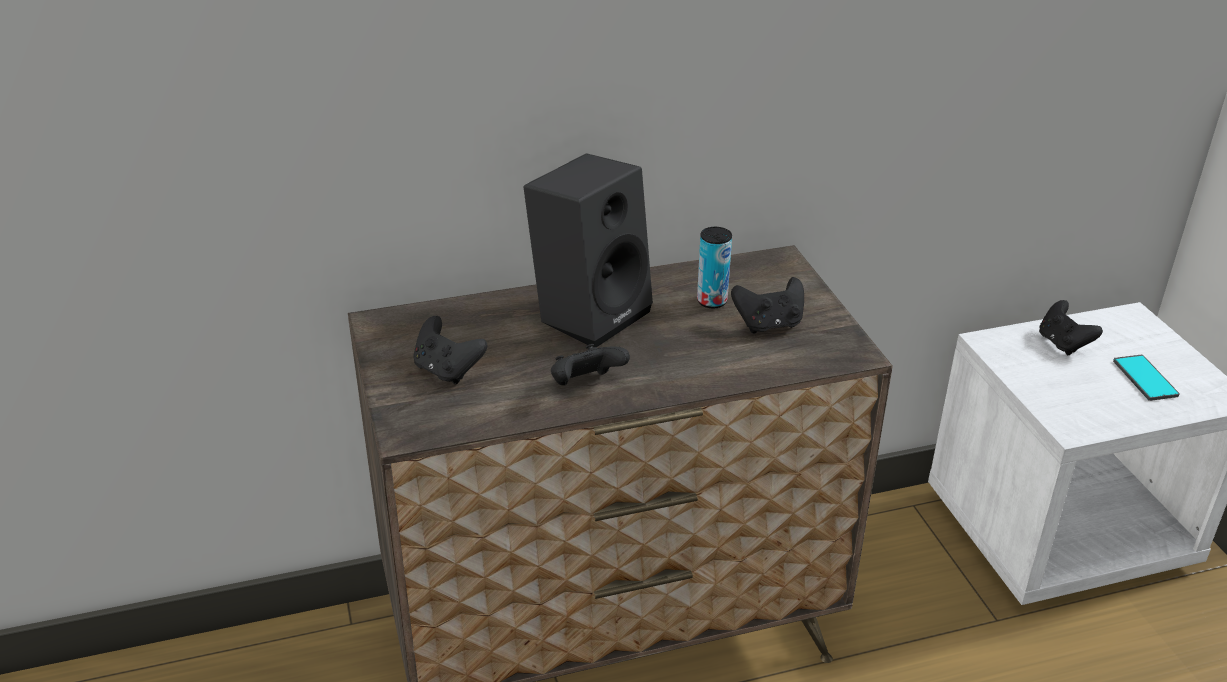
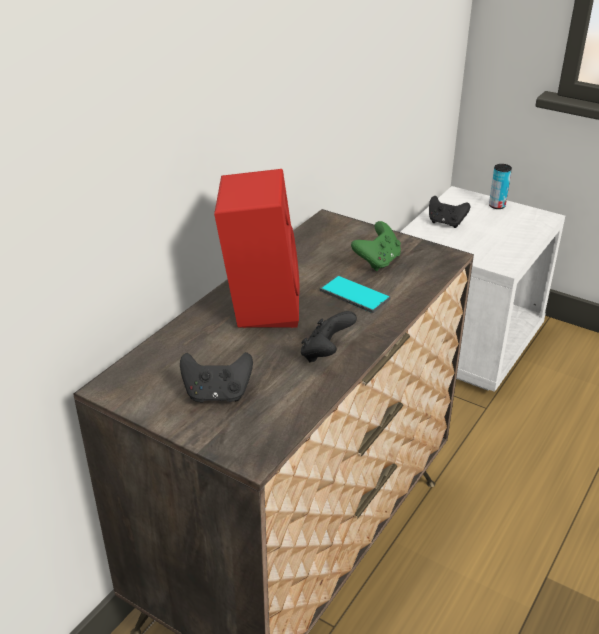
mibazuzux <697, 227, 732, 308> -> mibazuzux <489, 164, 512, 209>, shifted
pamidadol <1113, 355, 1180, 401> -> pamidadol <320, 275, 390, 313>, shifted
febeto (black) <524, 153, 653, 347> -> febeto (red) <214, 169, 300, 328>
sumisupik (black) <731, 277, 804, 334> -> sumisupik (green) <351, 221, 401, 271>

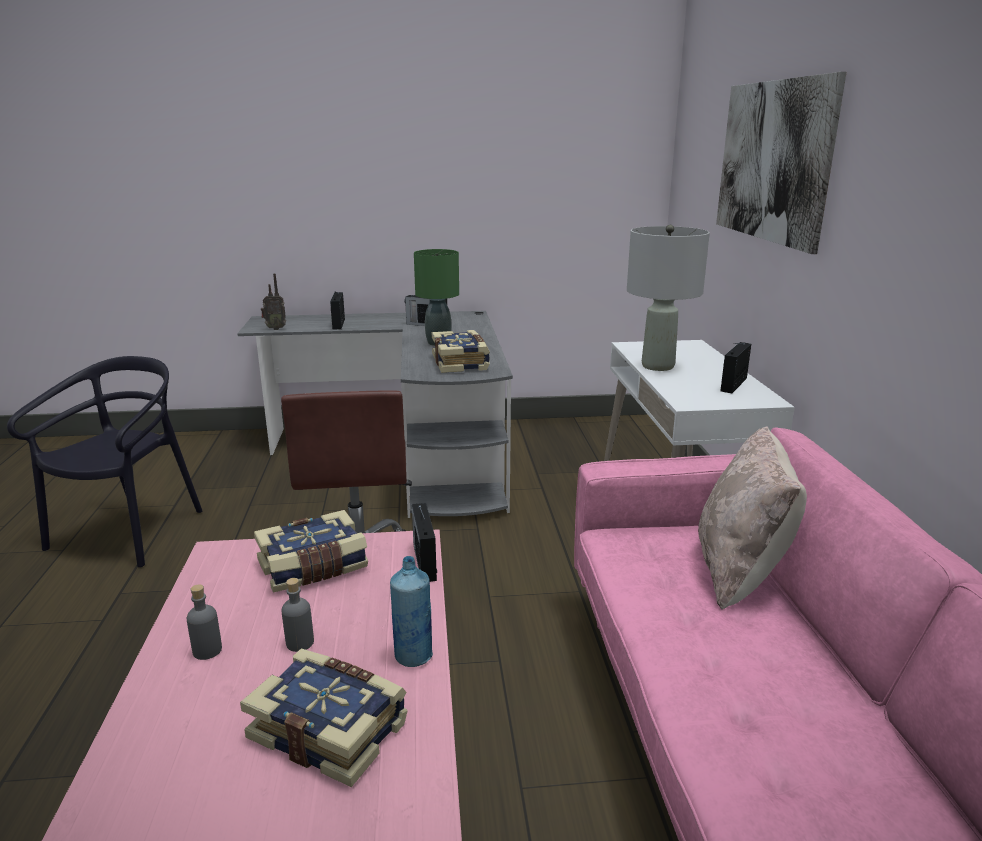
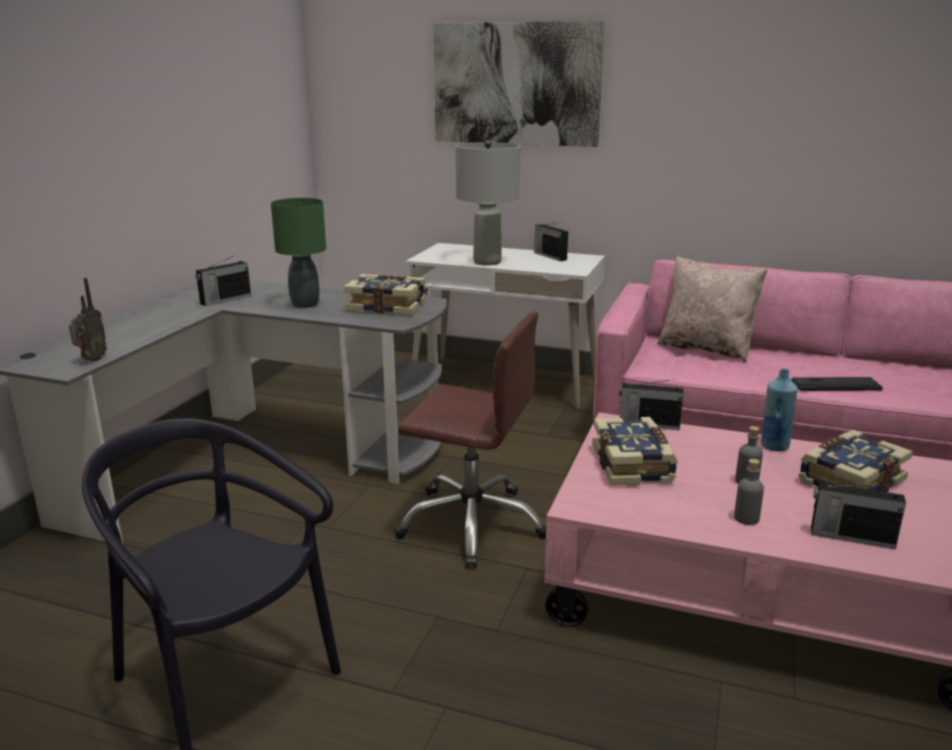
none -> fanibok <791, 377, 883, 391>
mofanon <330, 292, 345, 330> -> mofanon <811, 482, 906, 549>, shifted

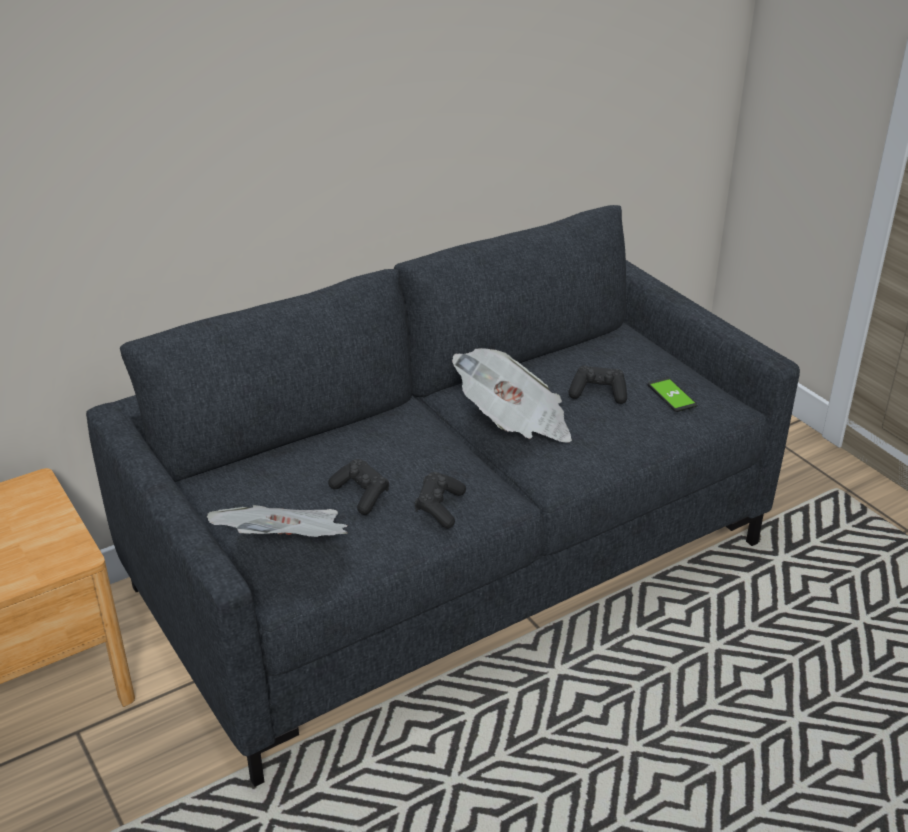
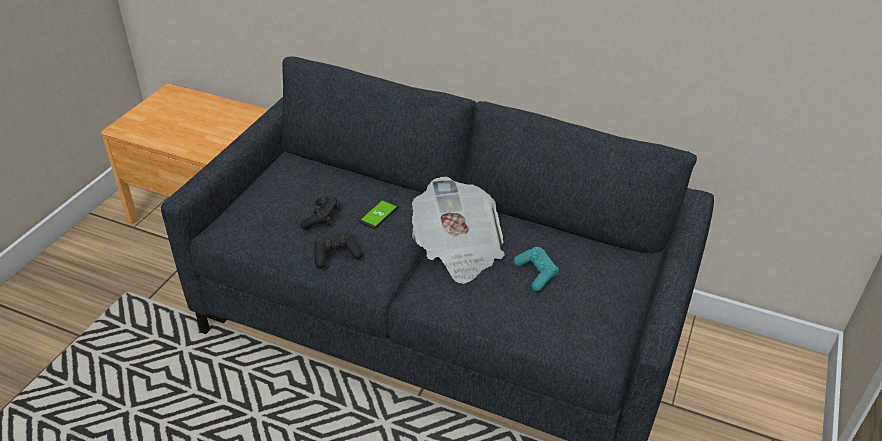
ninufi <207, 505, 347, 537> -> none
pamidadol <647, 377, 697, 412> -> pamidadol <359, 199, 399, 229>, shifted
sumisupik (black) <568, 366, 627, 404> -> sumisupik (turquoise) <513, 247, 559, 291>

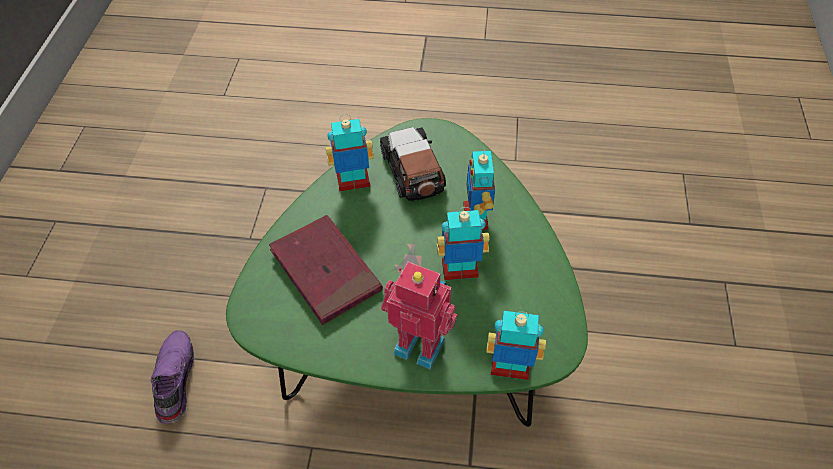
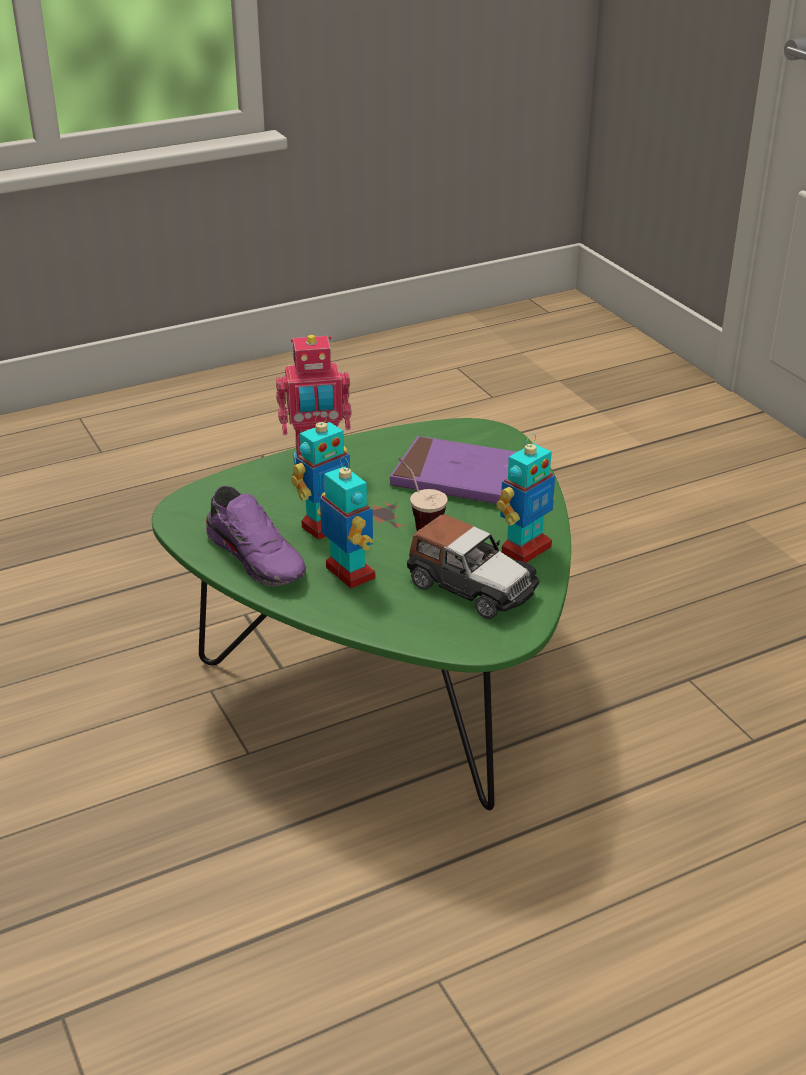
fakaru <486, 311, 546, 380> -> none
none -> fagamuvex <398, 457, 448, 531>
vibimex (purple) <151, 330, 194, 424> -> vibimex (purple) <206, 486, 306, 586>, shifted
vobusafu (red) <269, 215, 383, 325> -> vobusafu (purple) <390, 436, 516, 504>

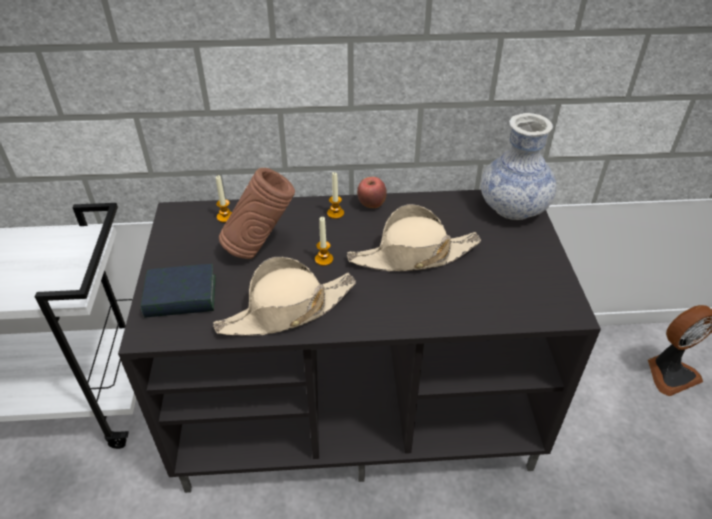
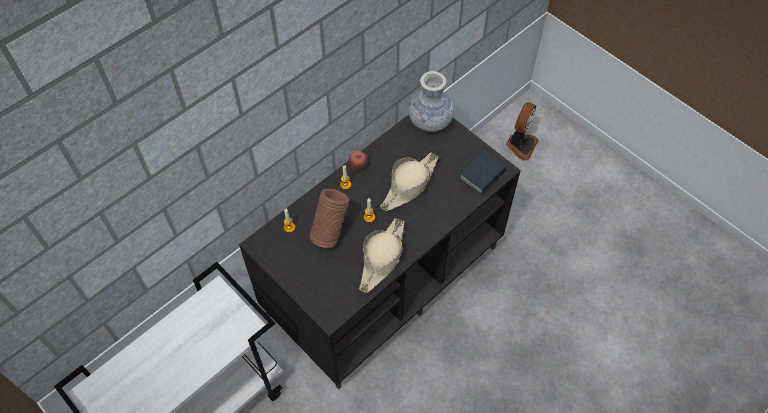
vobusafu <141, 264, 216, 318> -> vobusafu <459, 151, 506, 195>, shifted

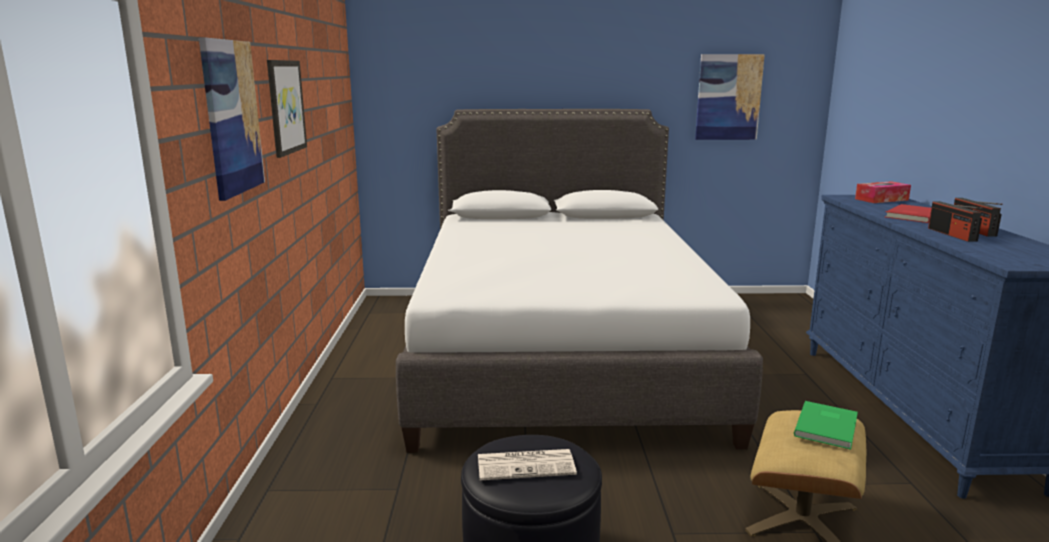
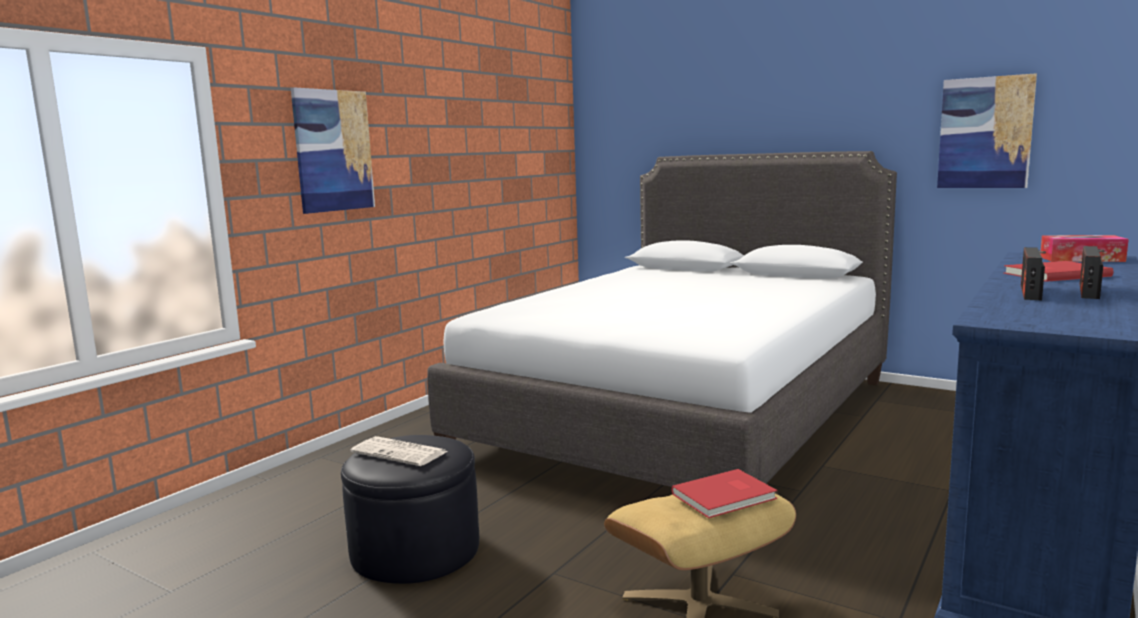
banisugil <267, 60, 307, 158> -> none
vobusafu (green) <794, 401, 858, 450> -> vobusafu (red) <671, 469, 777, 518>

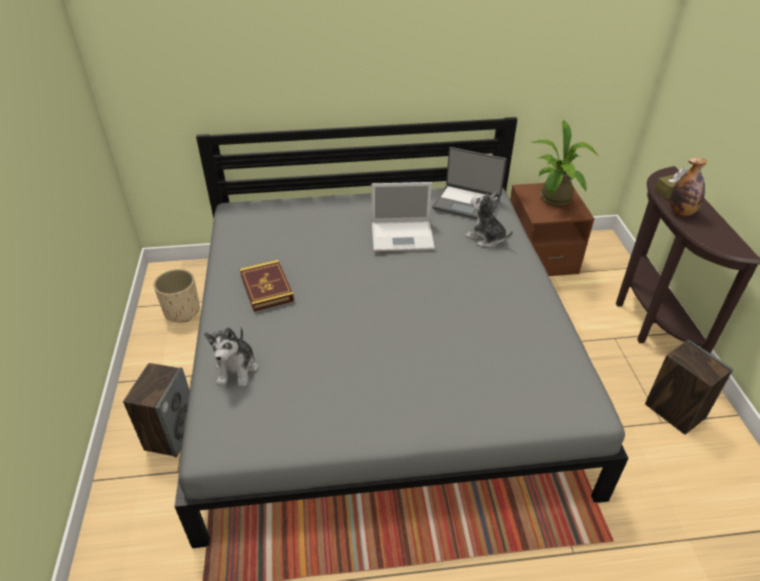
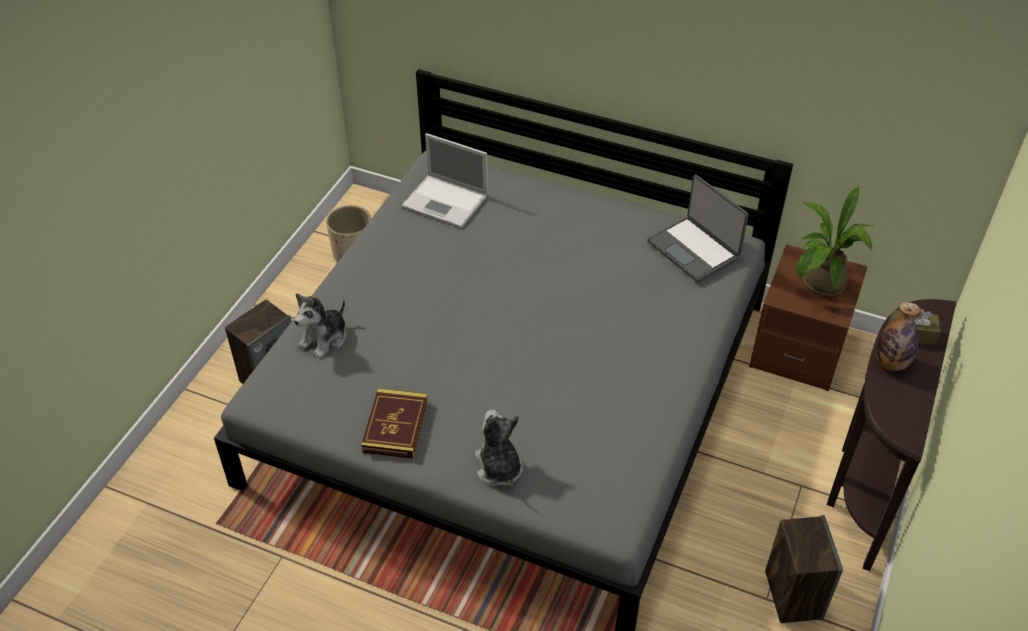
vobusafu <240, 260, 294, 312> -> vobusafu <361, 388, 428, 459>, shifted
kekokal <371, 182, 435, 252> -> kekokal <401, 133, 488, 228>, shifted
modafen <465, 191, 513, 247> -> modafen <475, 409, 523, 486>, shifted

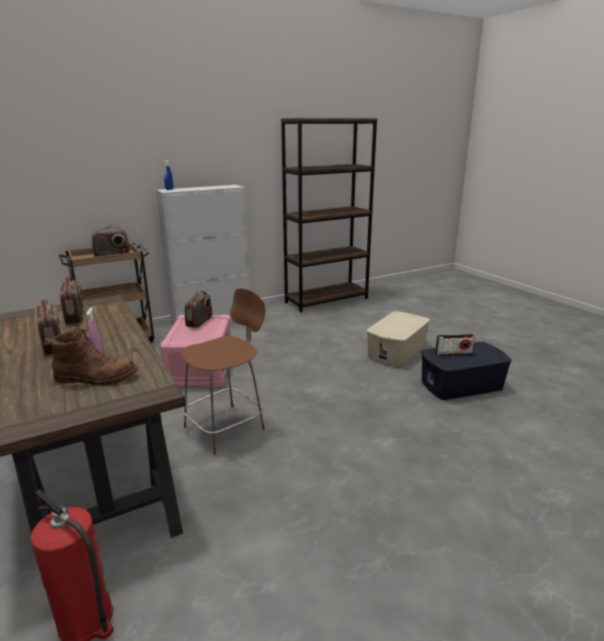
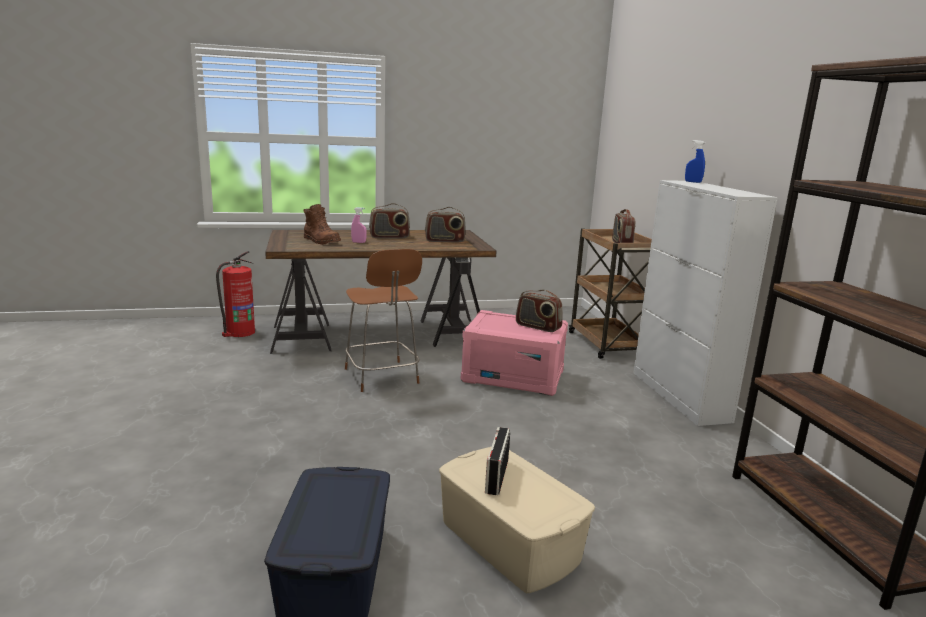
mofanon <435, 334, 475, 356> -> mofanon <485, 427, 510, 495>, shifted
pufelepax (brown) <43, 326, 138, 386> -> pufelepax (brown) <303, 204, 341, 245>, 60 degrees counterclockwise

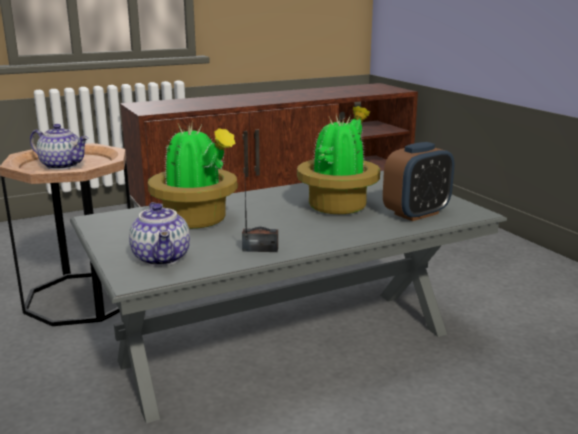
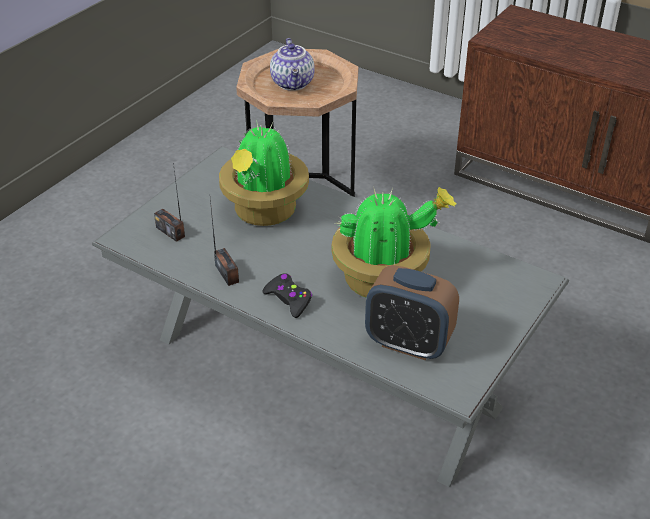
none -> sumisupik (black) <262, 273, 312, 318>
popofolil <129, 202, 190, 266> -> mofanon <154, 163, 185, 242>

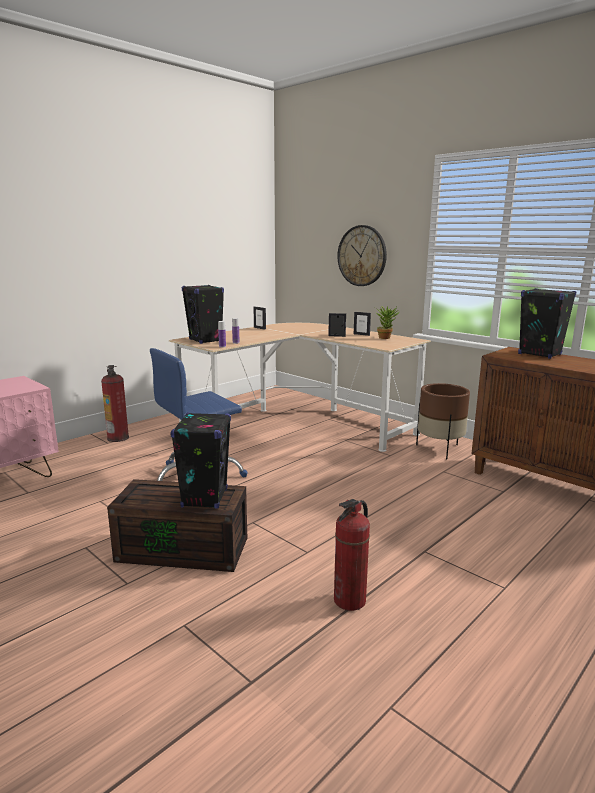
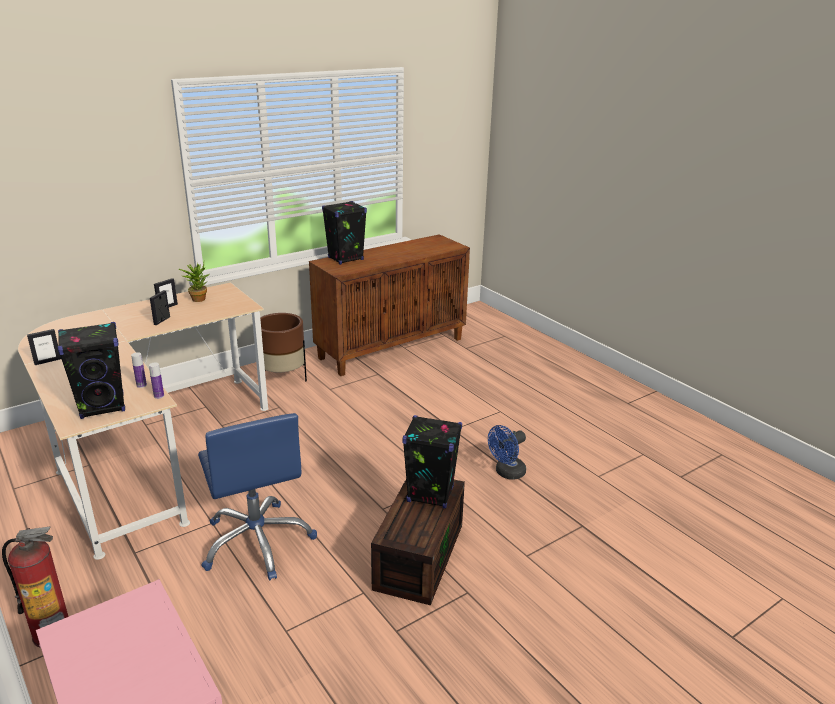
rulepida <337, 225, 387, 286> -> none
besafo <334, 499, 370, 611> -> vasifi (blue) <488, 425, 526, 479>

